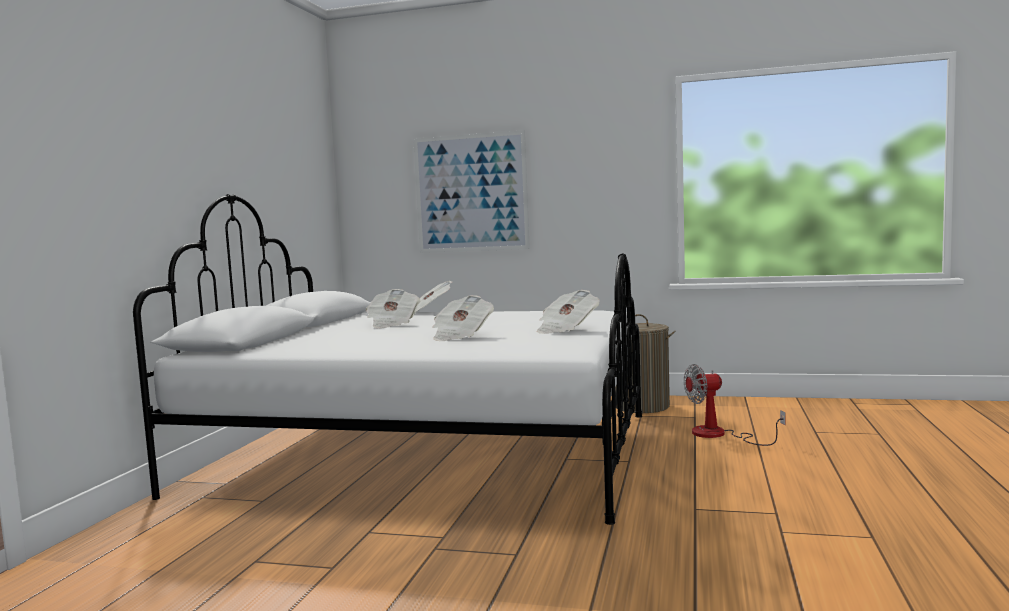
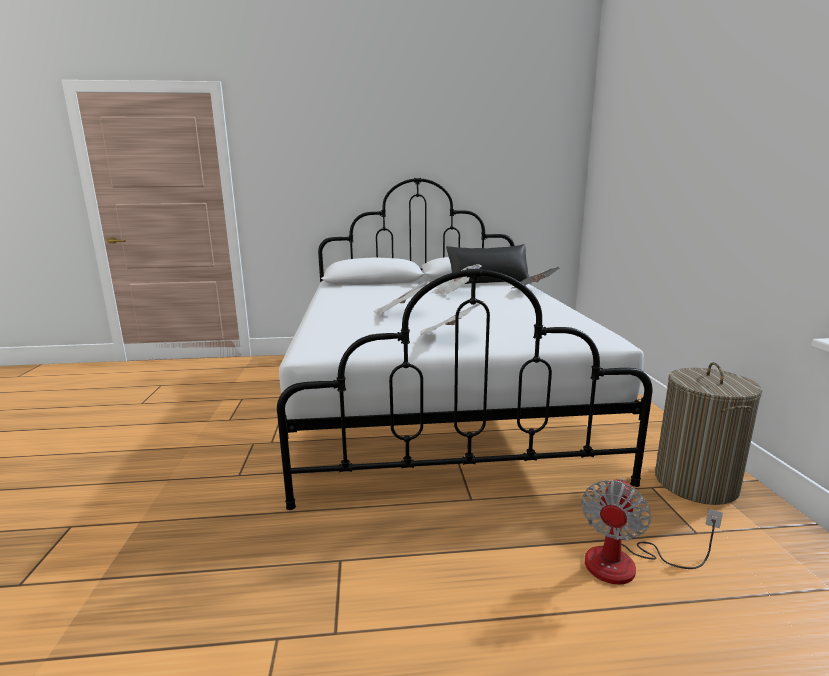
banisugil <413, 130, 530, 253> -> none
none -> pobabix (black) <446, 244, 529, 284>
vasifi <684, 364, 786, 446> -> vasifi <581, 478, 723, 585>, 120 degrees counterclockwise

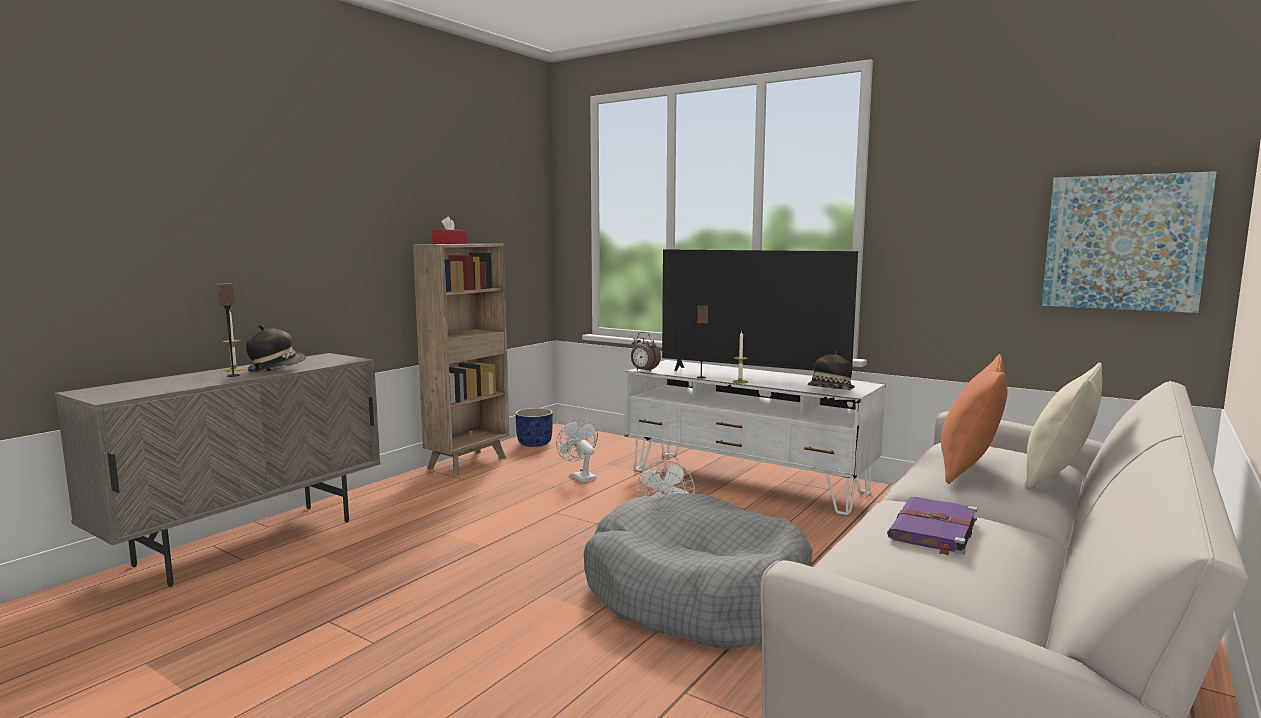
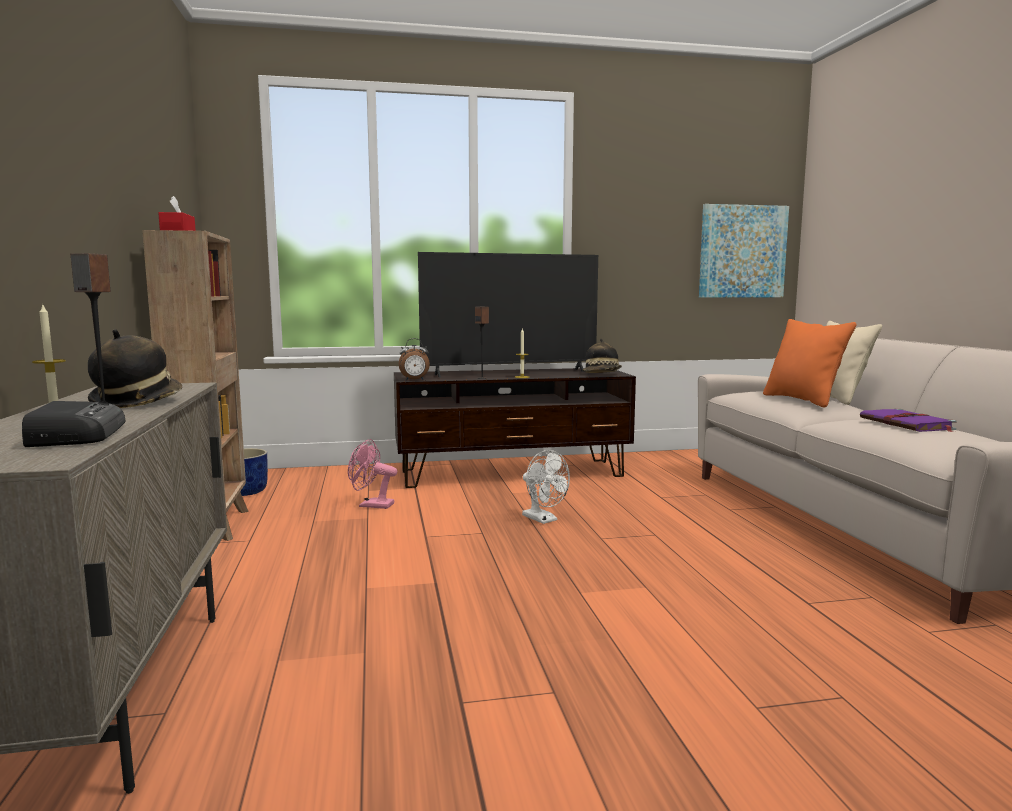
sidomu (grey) <584, 493, 813, 650> -> none
none -> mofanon <22, 401, 126, 447>
vasifi (white) <556, 418, 598, 483> -> vasifi (pink) <348, 439, 397, 509>
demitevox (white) <625, 360, 886, 515> -> demitevox (brown) <394, 368, 636, 488>

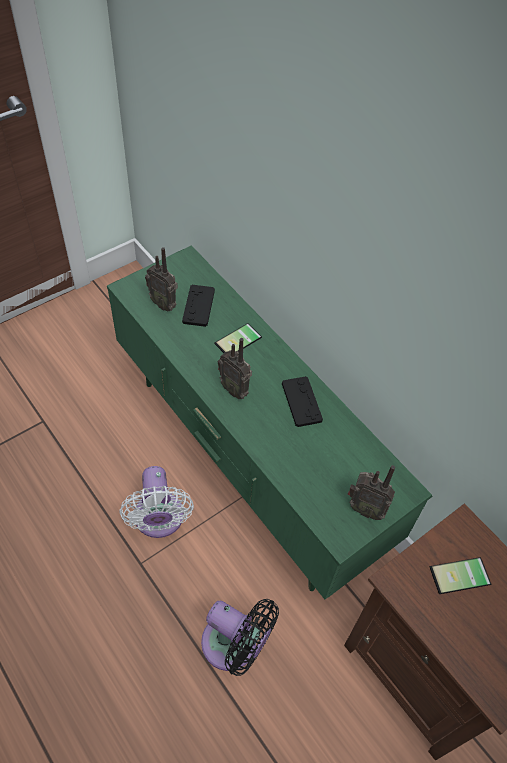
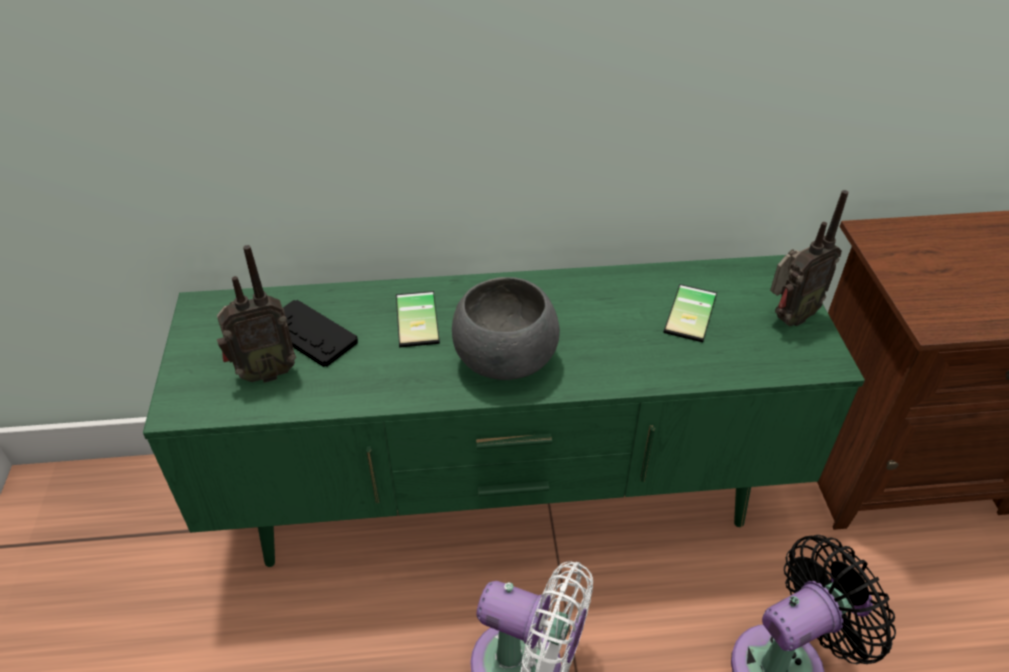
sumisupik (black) <282, 376, 323, 427> -> none
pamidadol <430, 557, 491, 594> -> pamidadol <663, 284, 718, 342>, shifted
mofanon <218, 338, 252, 399> -> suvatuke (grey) <452, 277, 560, 380>

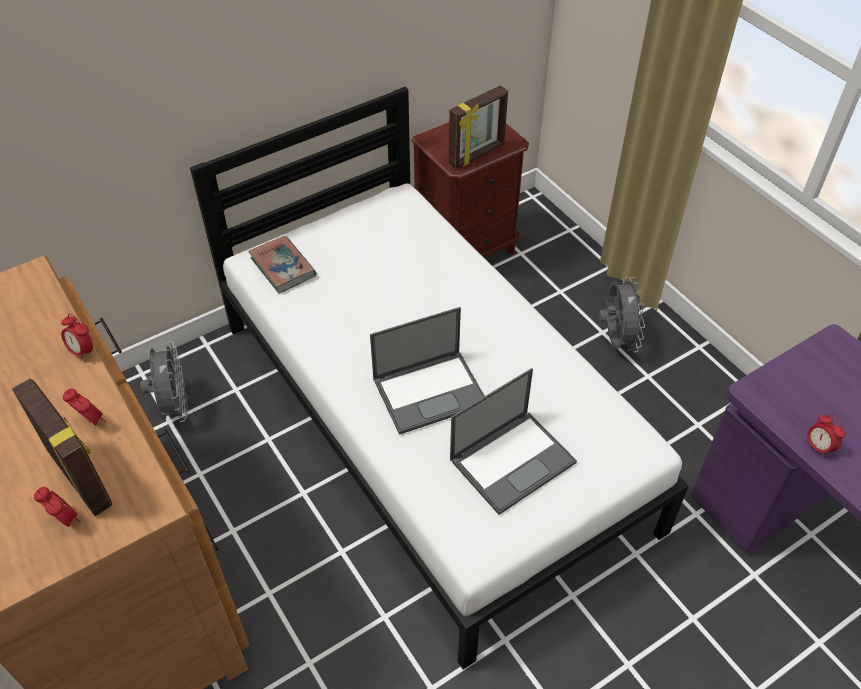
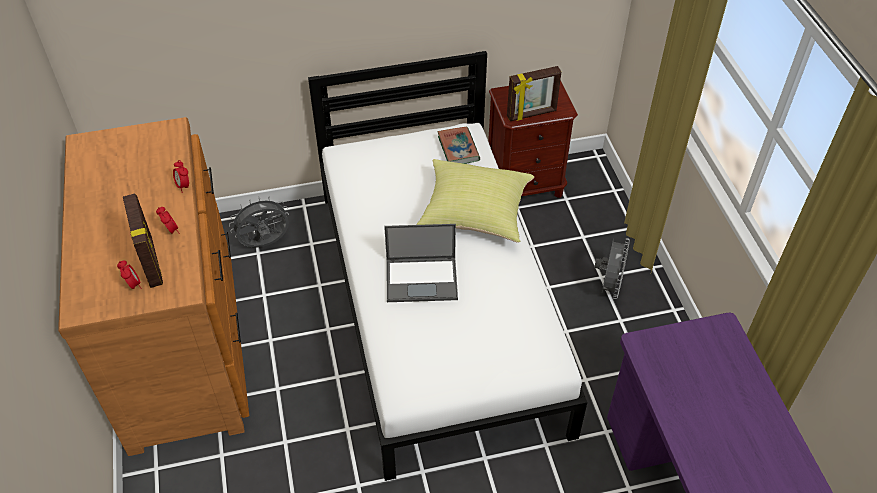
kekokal <450, 368, 577, 515> -> none
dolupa <805, 415, 845, 458> -> none
none -> pobabix (yellow) <417, 159, 534, 243>
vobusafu <248, 236, 317, 293> -> vobusafu <437, 127, 480, 164>, shifted
vasifi (grey) <140, 341, 188, 422> -> vasifi (grey) <229, 196, 289, 248>, 120 degrees counterclockwise

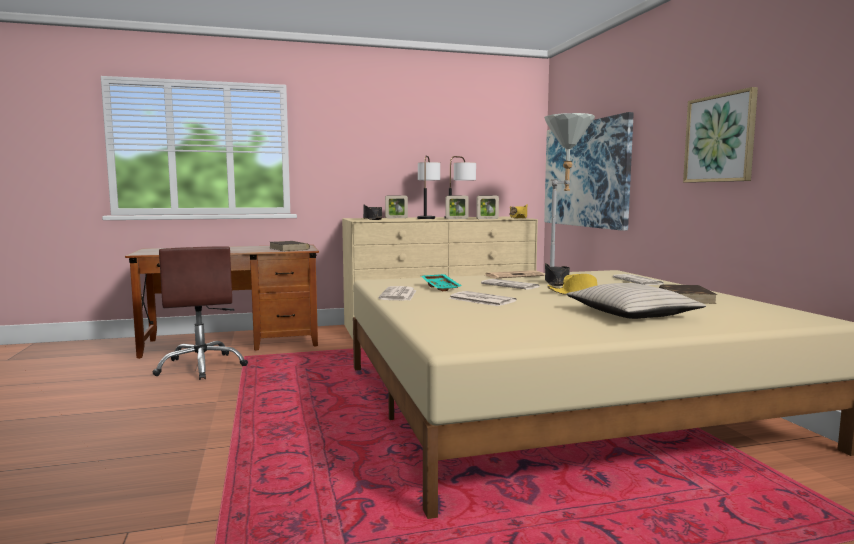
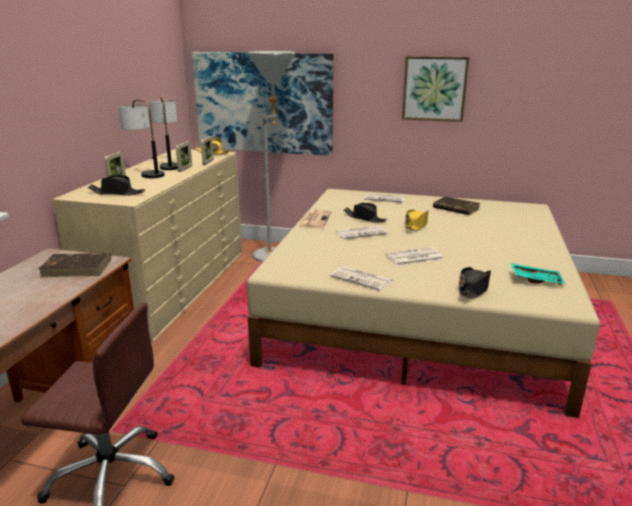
pobabix (beige) <566, 283, 706, 319> -> none
none -> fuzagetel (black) <459, 267, 491, 299>
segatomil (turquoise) <421, 274, 462, 291> -> segatomil (turquoise) <511, 263, 565, 285>, shifted

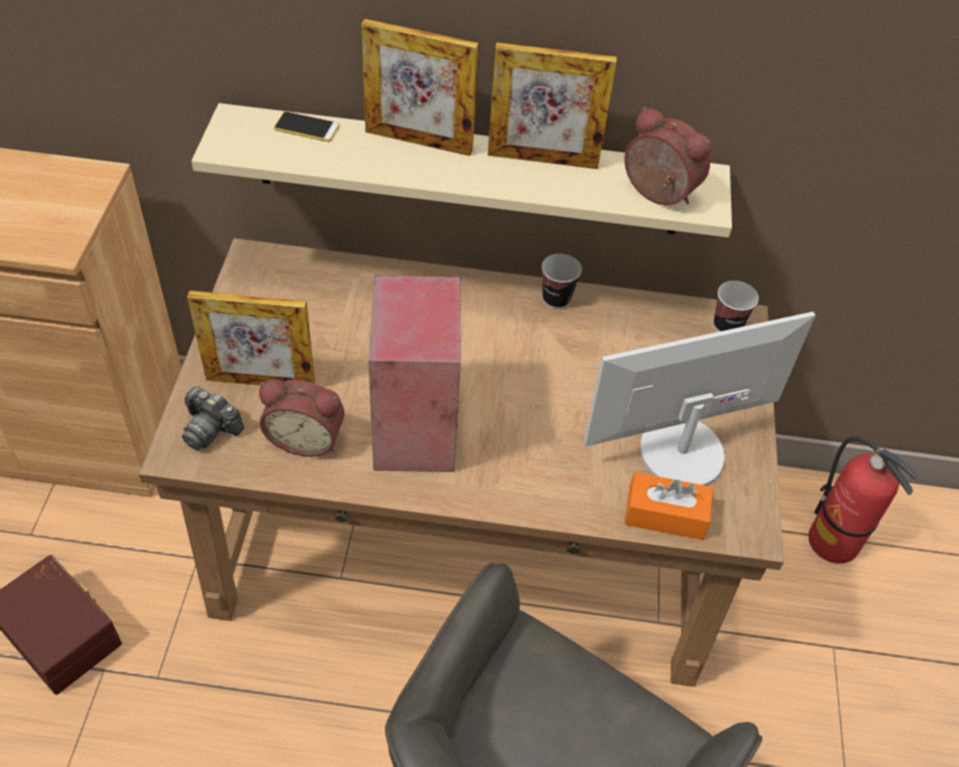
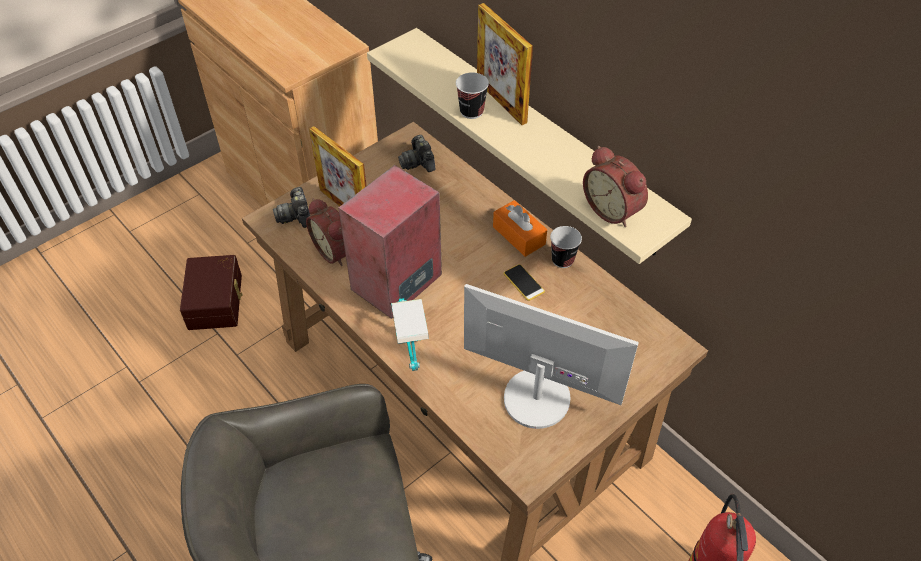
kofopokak <488, 42, 617, 169> -> none
none -> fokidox <391, 298, 429, 371>
none -> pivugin <398, 135, 436, 172>
pamidadol <274, 112, 340, 142> -> pamidadol <504, 264, 545, 301>, shifted
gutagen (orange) <625, 472, 713, 540> -> gutagen (orange) <493, 200, 547, 257>, shifted
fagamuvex <714, 281, 759, 332> -> fagamuvex <456, 72, 489, 119>, shifted
dolupa <624, 107, 711, 206> -> dolupa <583, 146, 648, 227>, 150 degrees clockwise

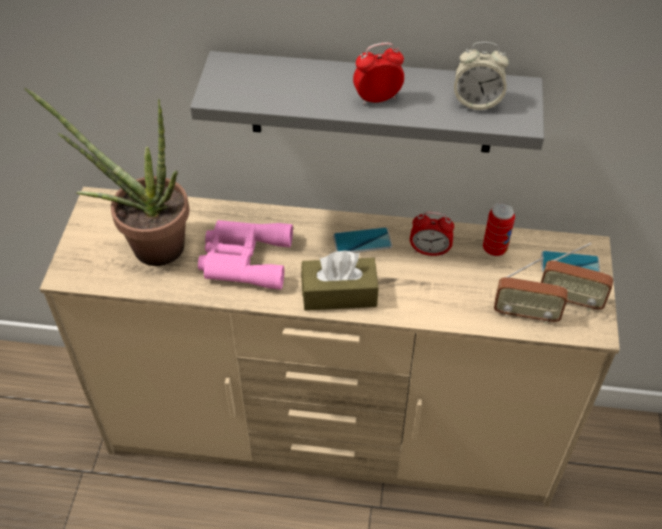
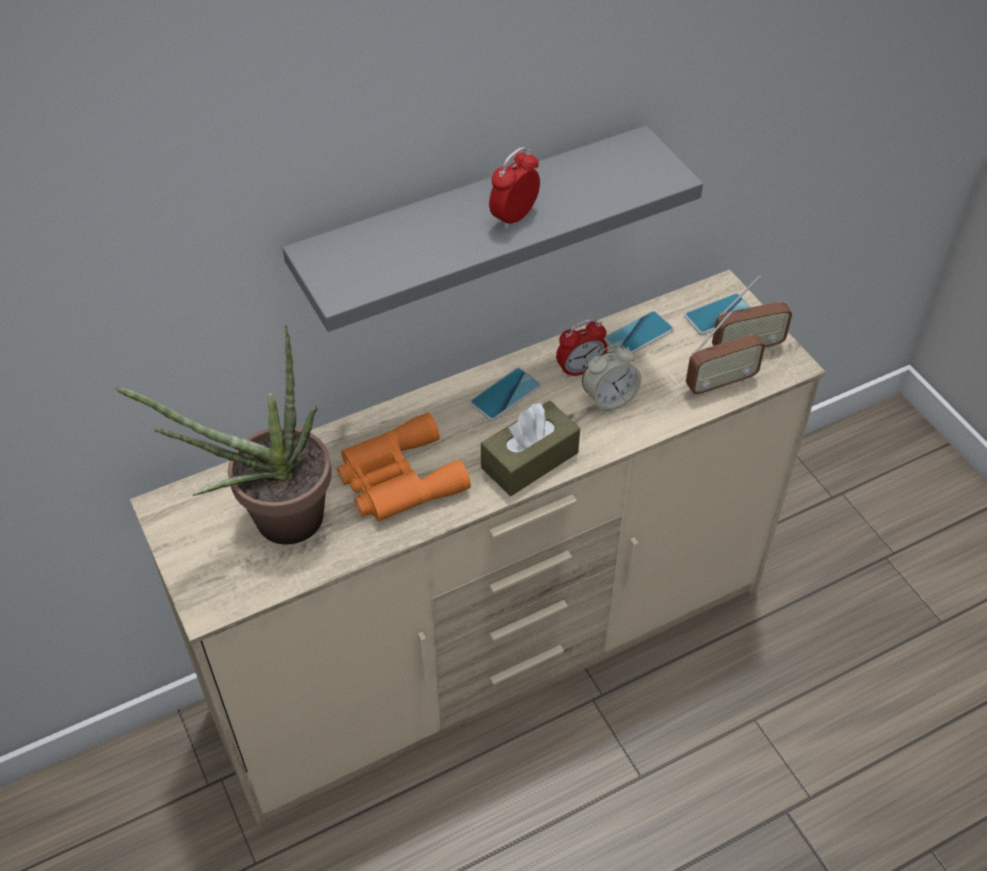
dolupa <454, 42, 509, 110> -> dolupa <582, 344, 641, 412>, shifted
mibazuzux <483, 202, 515, 256> -> pamidadol <604, 311, 674, 353>
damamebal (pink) <198, 220, 293, 290> -> damamebal (orange) <337, 412, 471, 522>

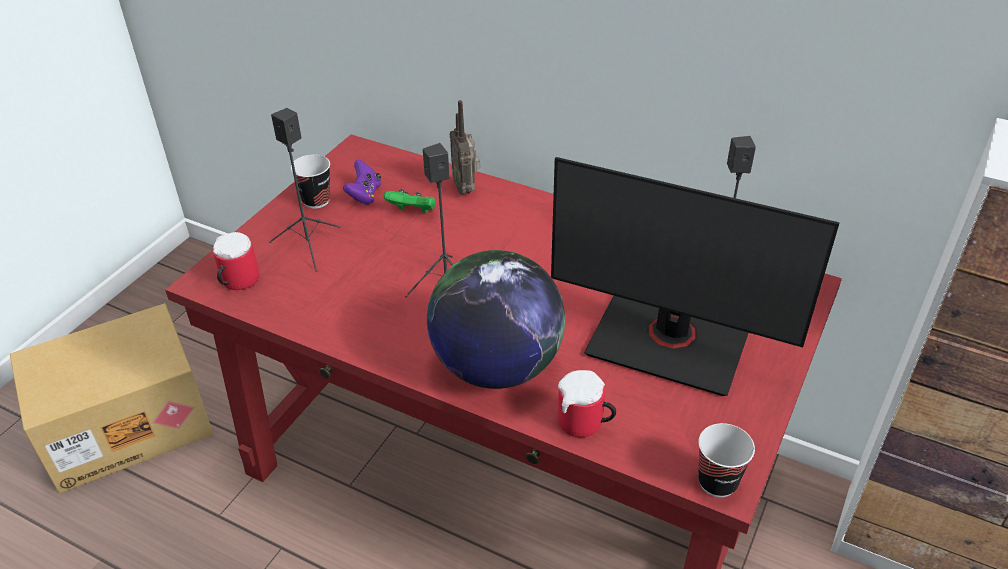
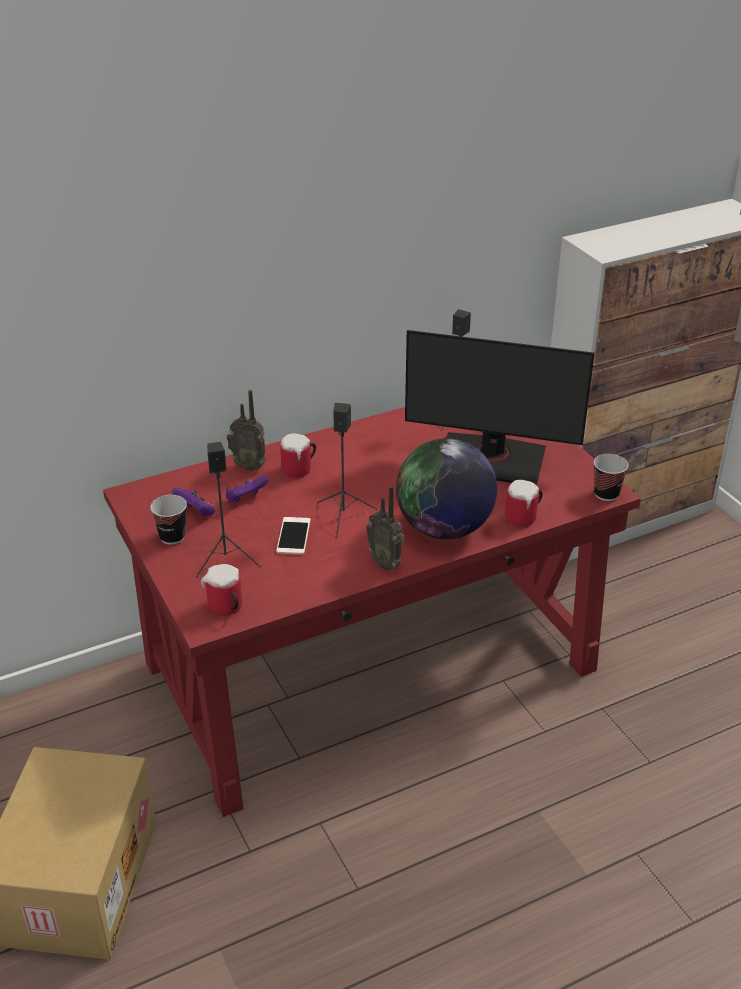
none -> pamidadol <276, 517, 311, 555>
none -> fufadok <280, 433, 316, 478>
none -> mofanon <366, 486, 405, 571>
sumisupik (green) <384, 189, 436, 213> -> sumisupik (purple) <226, 475, 269, 503>
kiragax <551, 157, 840, 396> -> kiragax <405, 330, 595, 485>, 45 degrees clockwise

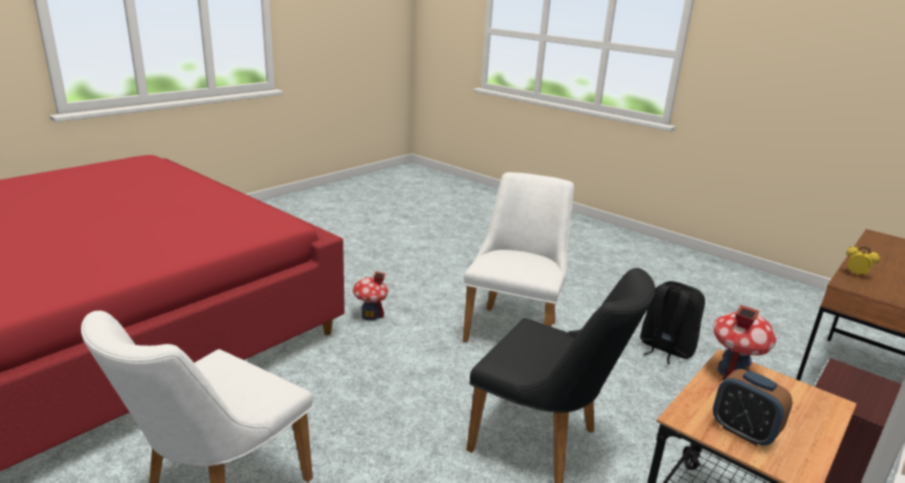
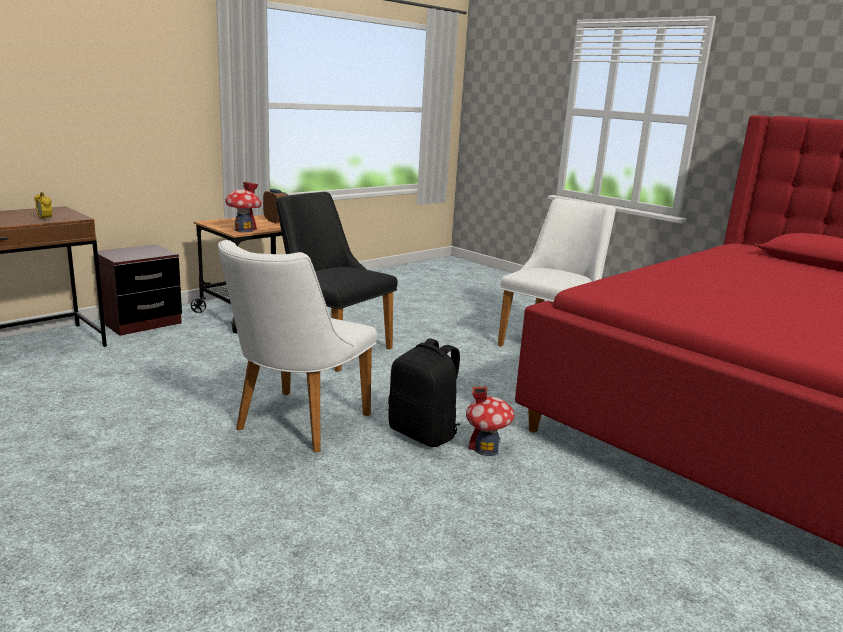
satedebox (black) <640, 281, 705, 365> -> satedebox (black) <388, 338, 460, 447>, shifted

